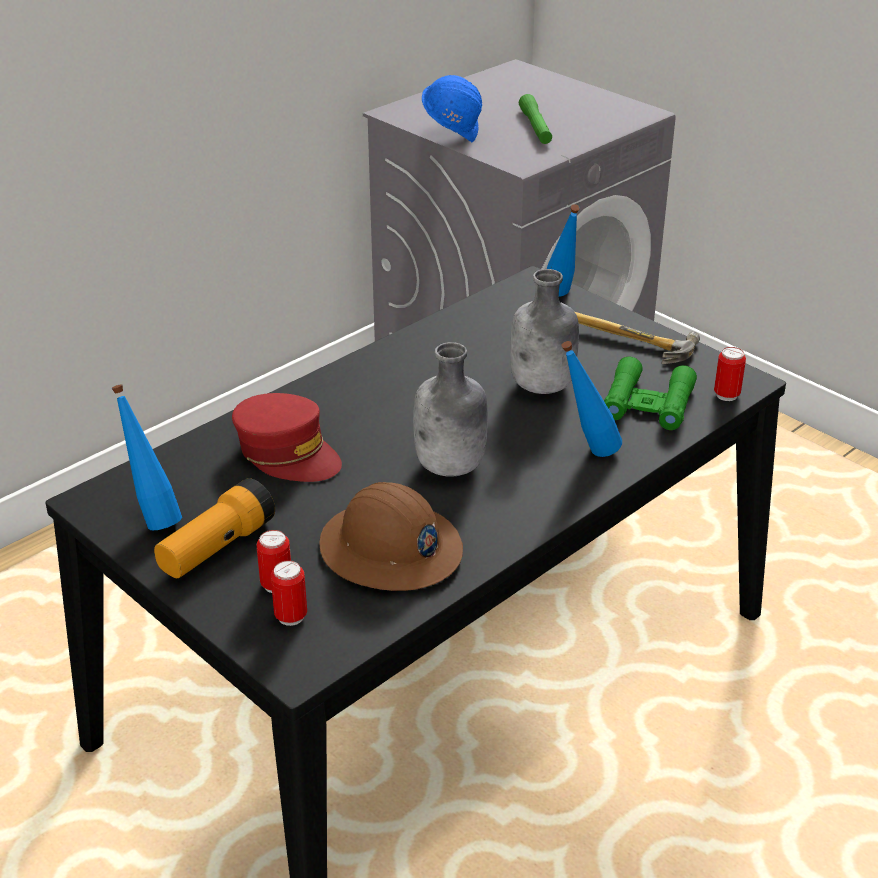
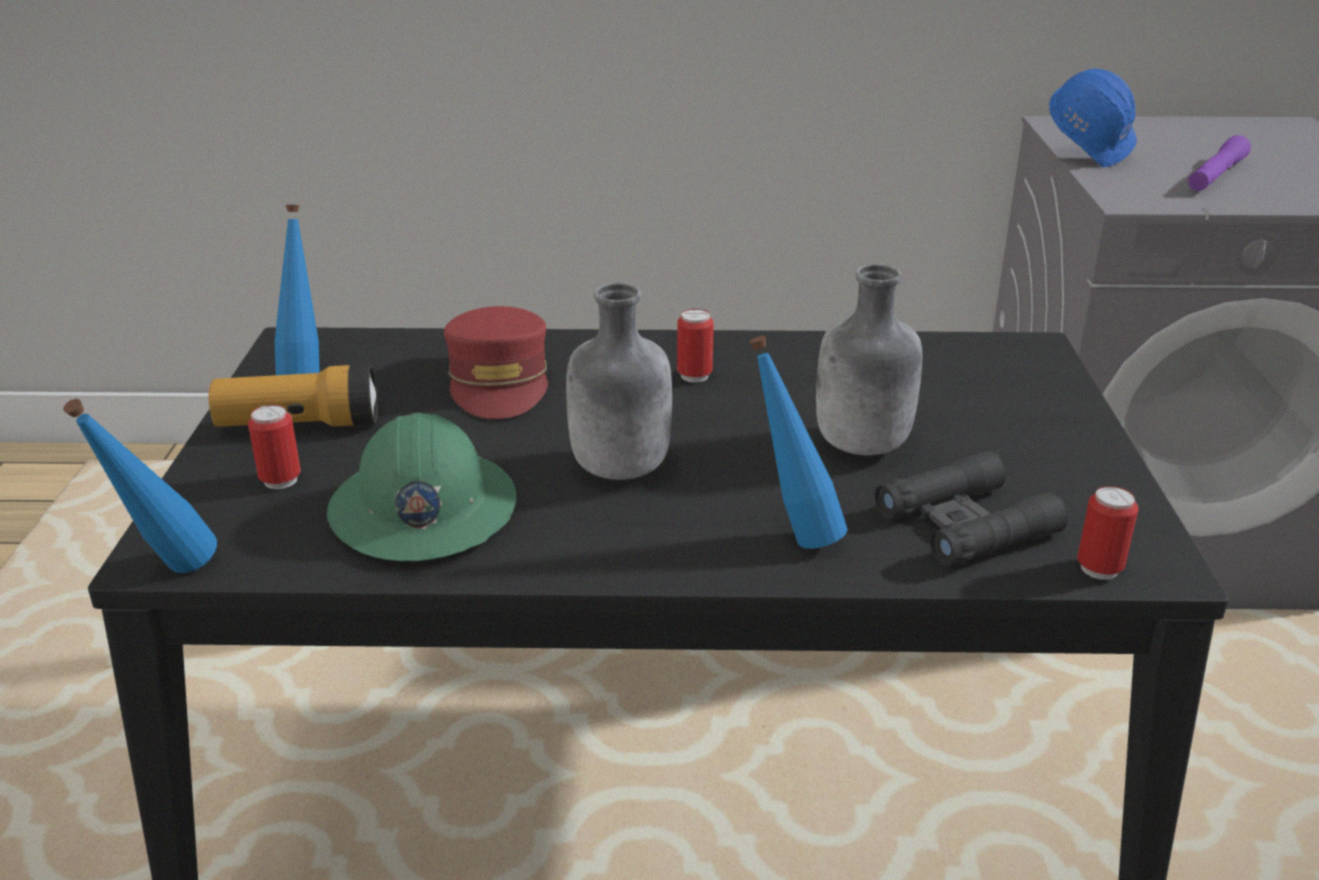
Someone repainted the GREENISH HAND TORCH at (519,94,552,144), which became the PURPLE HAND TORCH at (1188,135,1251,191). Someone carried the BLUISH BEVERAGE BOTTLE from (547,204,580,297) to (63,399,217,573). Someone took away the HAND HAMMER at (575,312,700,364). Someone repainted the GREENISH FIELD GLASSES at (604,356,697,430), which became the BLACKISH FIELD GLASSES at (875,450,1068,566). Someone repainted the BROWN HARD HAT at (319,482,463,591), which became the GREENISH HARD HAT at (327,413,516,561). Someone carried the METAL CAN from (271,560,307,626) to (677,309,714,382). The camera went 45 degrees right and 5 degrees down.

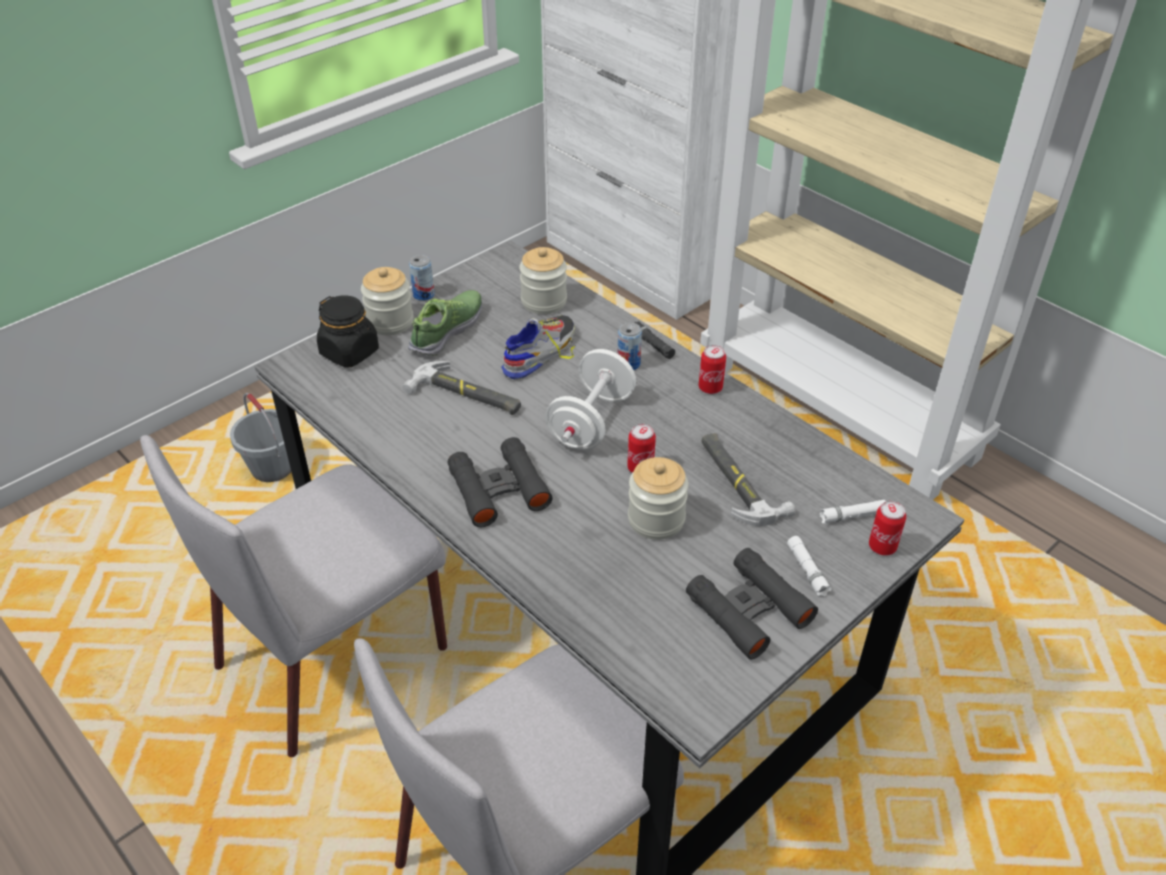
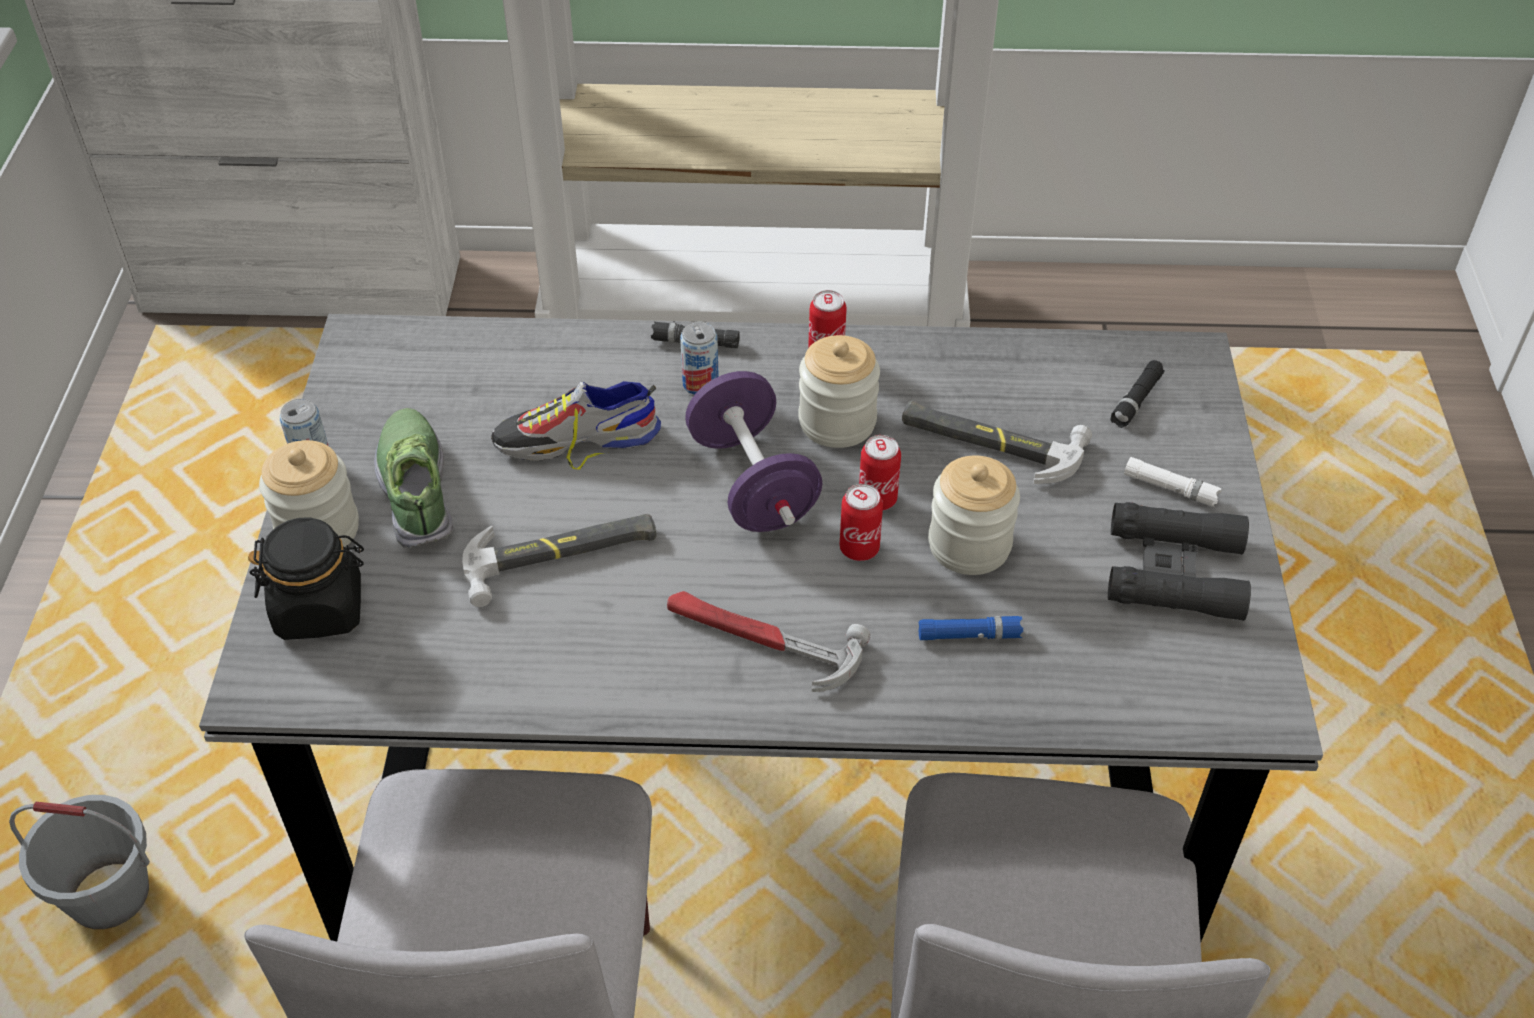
Someone carried the PRESERVE JAR from (519,247,567,314) to (798,335,880,448). Someone rotated the SHOE at (501,315,575,380) by 90 degrees counterclockwise. Someone repainted the WHITE HAND WEIGHT at (545,349,636,450), which became the PURPLE HAND WEIGHT at (685,371,823,532). Someone swapped the BLACKISH FIELD GLASSES at (448,437,552,527) for the HAND HAMMER at (667,591,870,692). Someone repainted the WHITE HAND TORCH at (820,500,886,523), which became the BLACKISH HAND TORCH at (1110,360,1165,428). Someone carried the METAL CAN from (869,501,906,556) to (840,484,883,561). Someone put down the BLUISH HAND TORCH at (919,616,1023,640). The camera went 45 degrees left and 5 degrees up.

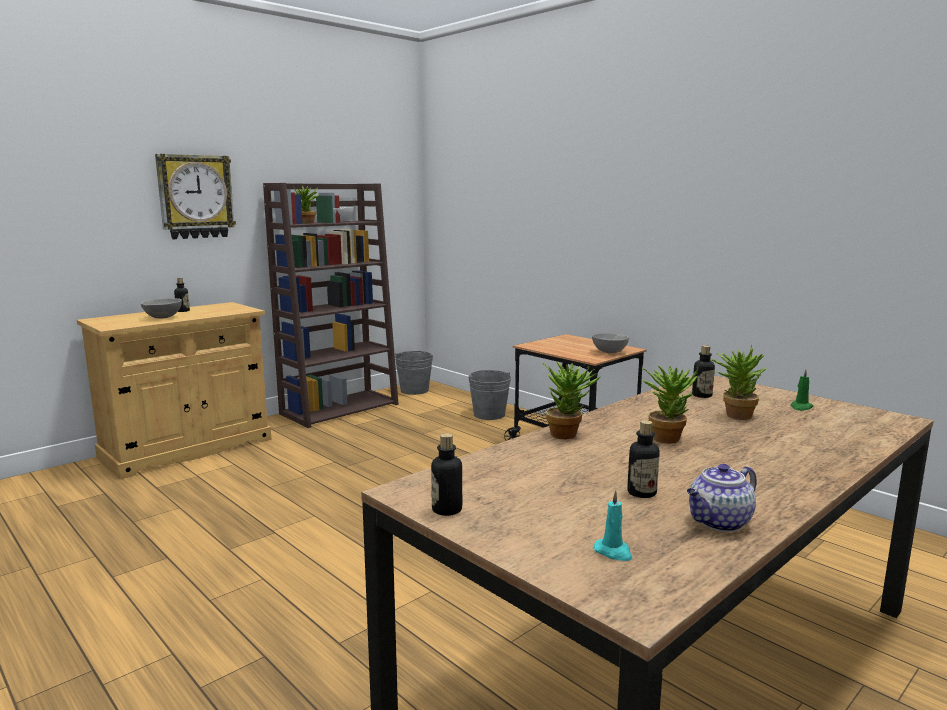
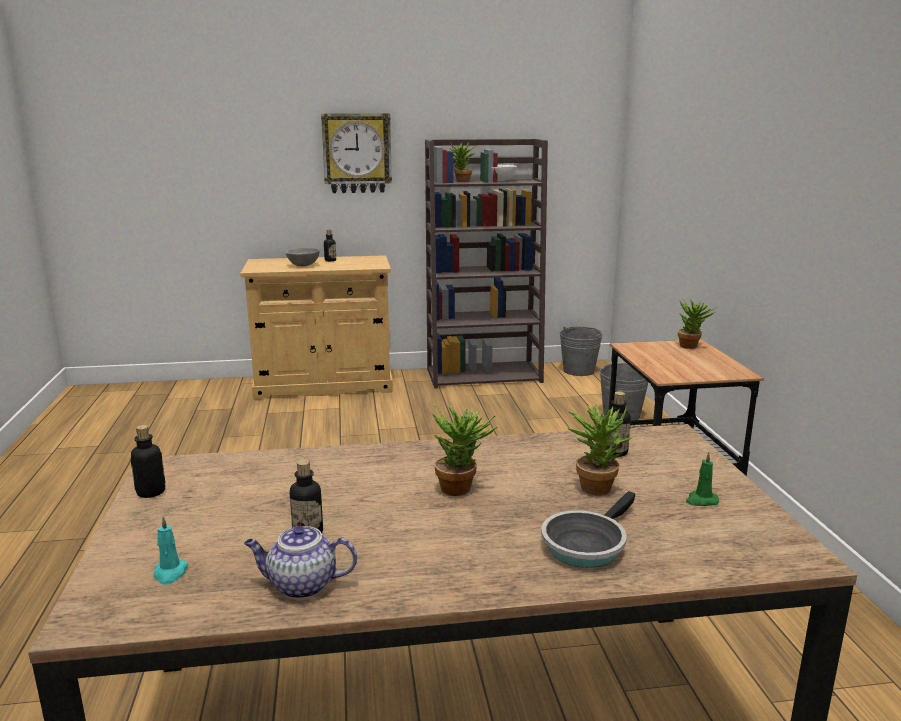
Someone took away the GRAY SERVING BOWL at (592,333,629,353). Someone carried the HOUSEPLANT from (542,362,600,439) to (678,298,717,349). Someone put down the SKILLET at (541,491,636,568). The camera went 35 degrees right and 5 degrees up.

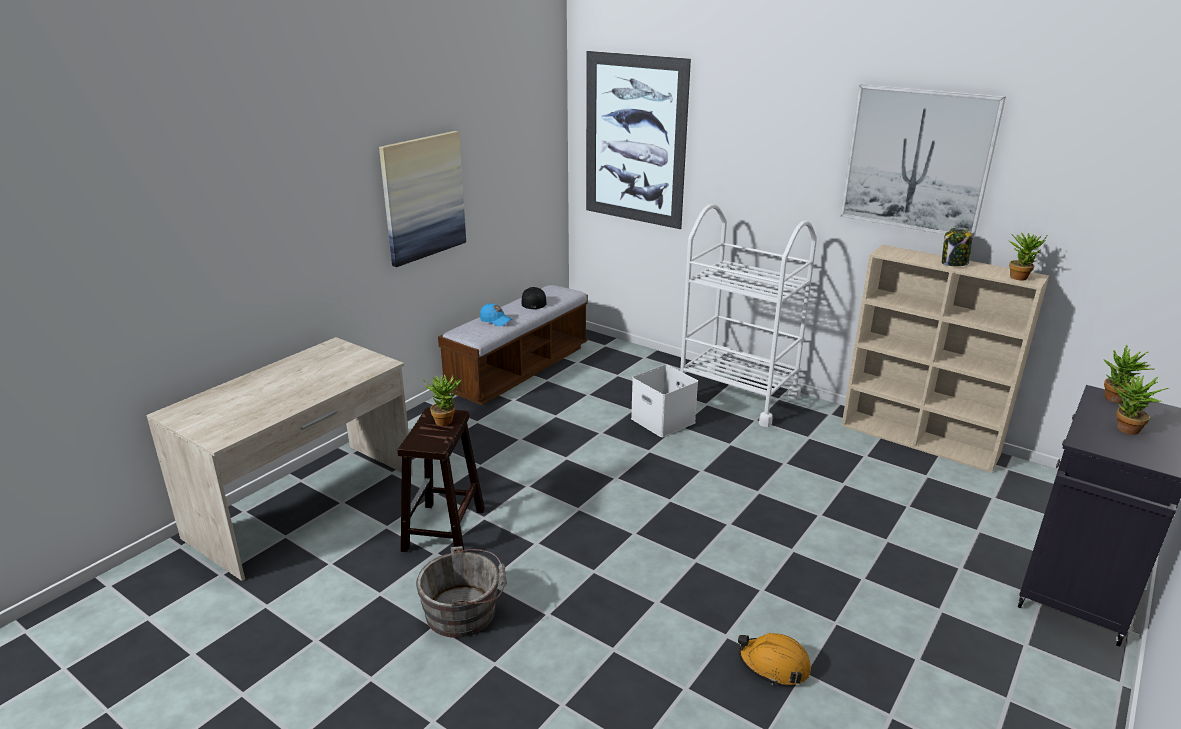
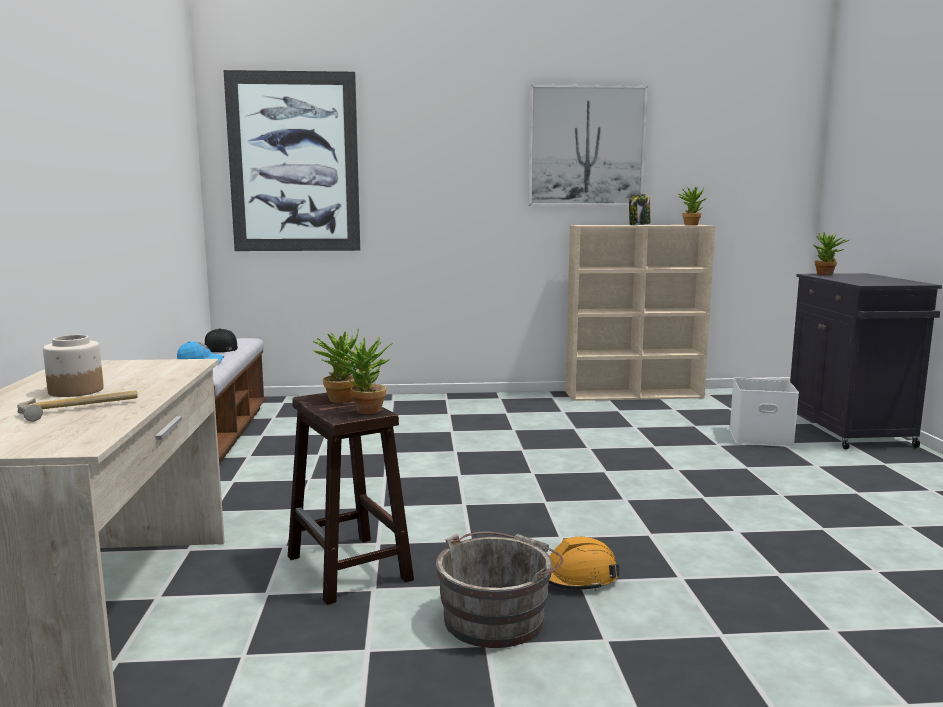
Someone took away the WALL ART at (379,131,466,267). Someone took away the WHITE CART at (678,204,817,427). Someone carried the WHITE STORAGE CONTAINER from (631,364,698,438) to (729,377,799,447). Someone carried the HOUSEPLANT from (1113,371,1170,435) to (334,337,393,414). Someone carried the ORANGE HARD HAT from (738,633,811,685) to (549,537,620,591). Someone put down the PRESERVE JAR at (43,335,104,397). Someone put down the HAND HAMMER at (17,391,138,422). The camera went 40 degrees left and 15 degrees down.

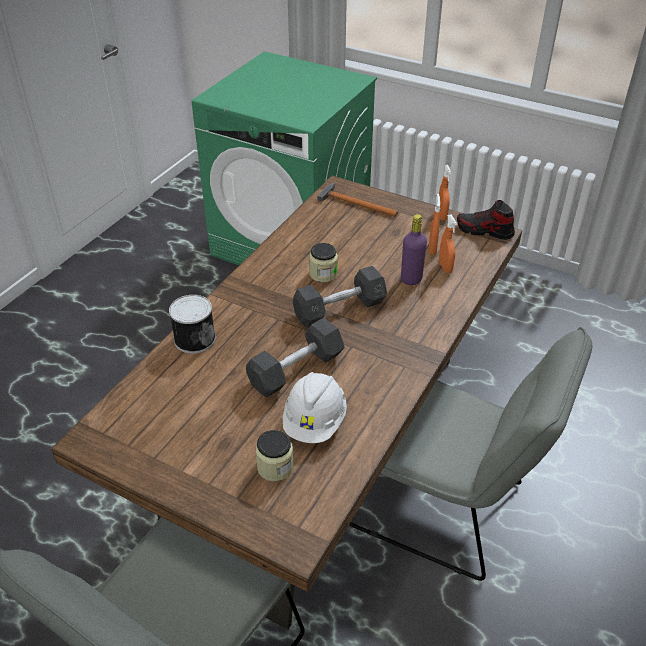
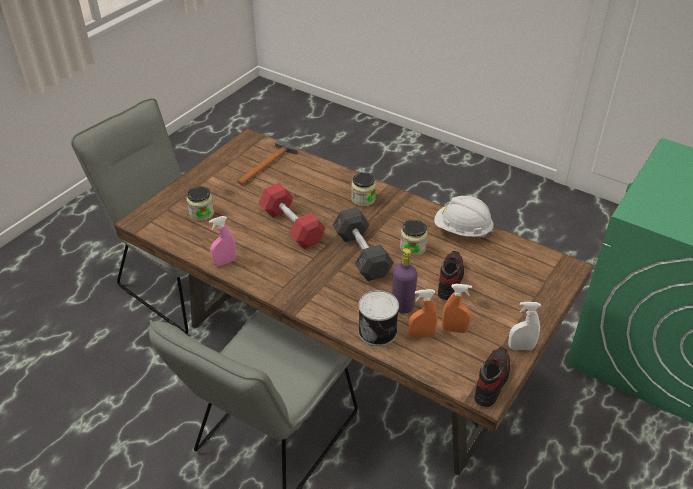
Someone repainted the ORANGE SPRAYER at (439,165,451,220), which became the WHITE SPRAYER at (508,302,541,350). Someone carried the HAND HAMMER from (317,182,398,217) to (237,140,298,185). Someone carried the METAL CAN from (169,295,216,354) to (358,290,399,346). Someone repainted the GRAY HAND WEIGHT at (246,318,345,398), which became the RED HAND WEIGHT at (259,183,325,249). Someone carried the WHITE HARD HAT from (283,372,347,443) to (434,196,494,238). Someone put down the PRESERVE JAR at (351,172,376,207). Someone put down the PINKISH SPRAYER at (209,216,236,266). Someone put down the SHOE at (438,251,464,300). The camera went 95 degrees right and 0 degrees up.

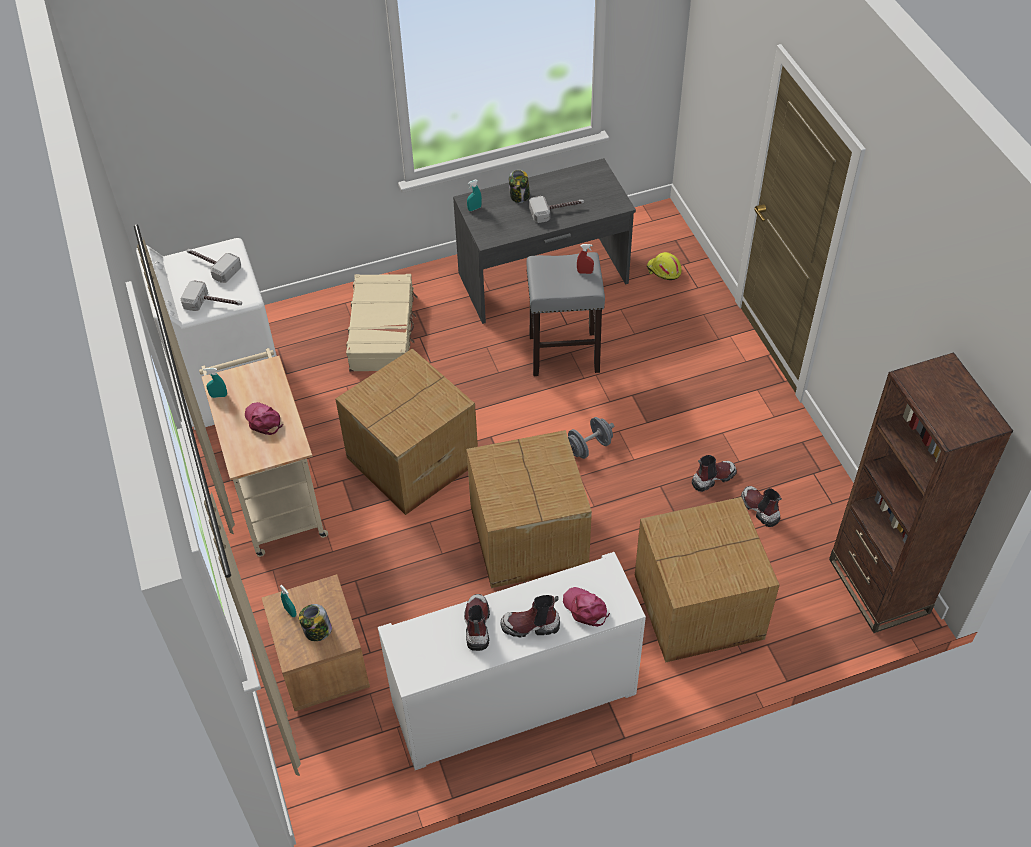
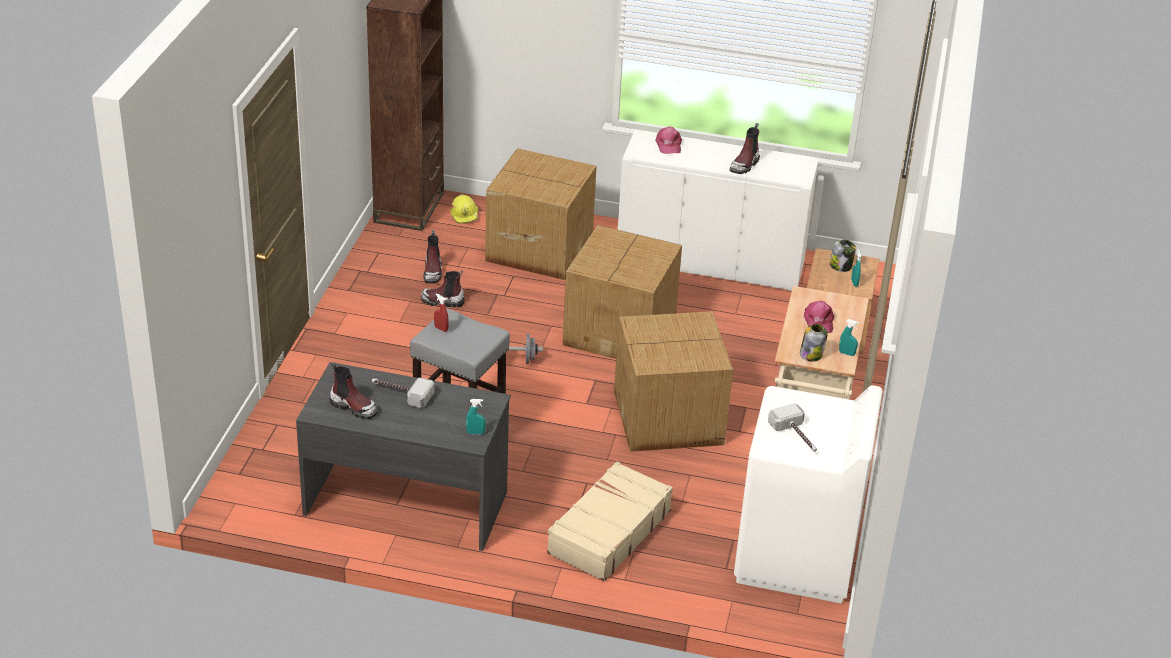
Someone carried the PRESERVE JAR from (509,170,530,203) to (800,324,828,362). Someone carried the YELLOW HARD HAT from (647,252,682,280) to (450,194,479,224). Someone took away the HAND HAMMER at (180,281,242,311). Someone carried the TALL BOOT from (501,595,560,637) to (330,362,377,419). The camera went 150 degrees left and 15 degrees down.

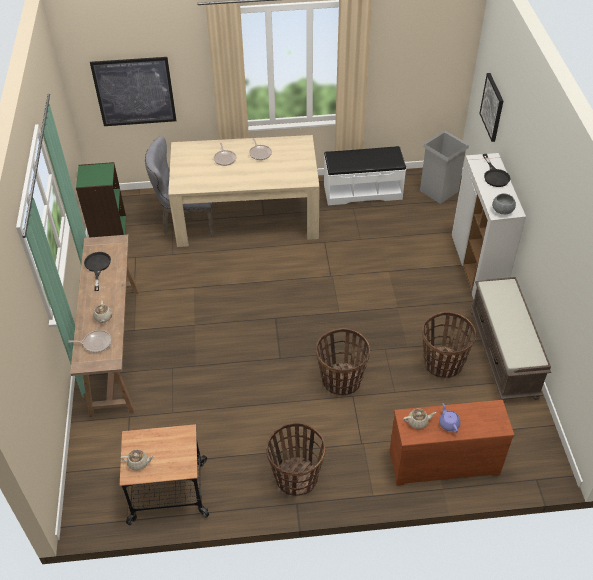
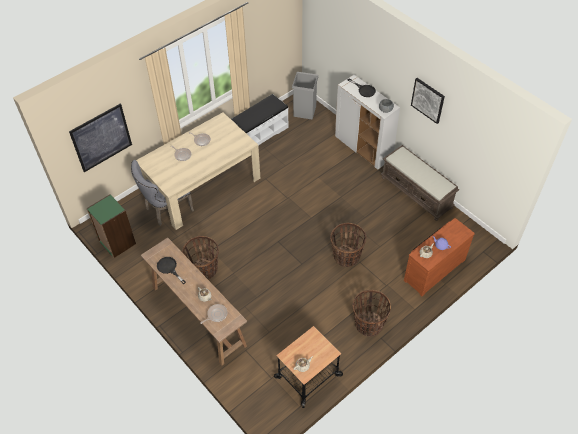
Someone carried the WALL ART from (480,73,503,142) to (411,78,445,124). Someone carried the STORAGE BASKET from (422,312,476,378) to (182,236,219,280). The camera went 35 degrees left and 5 degrees up.

